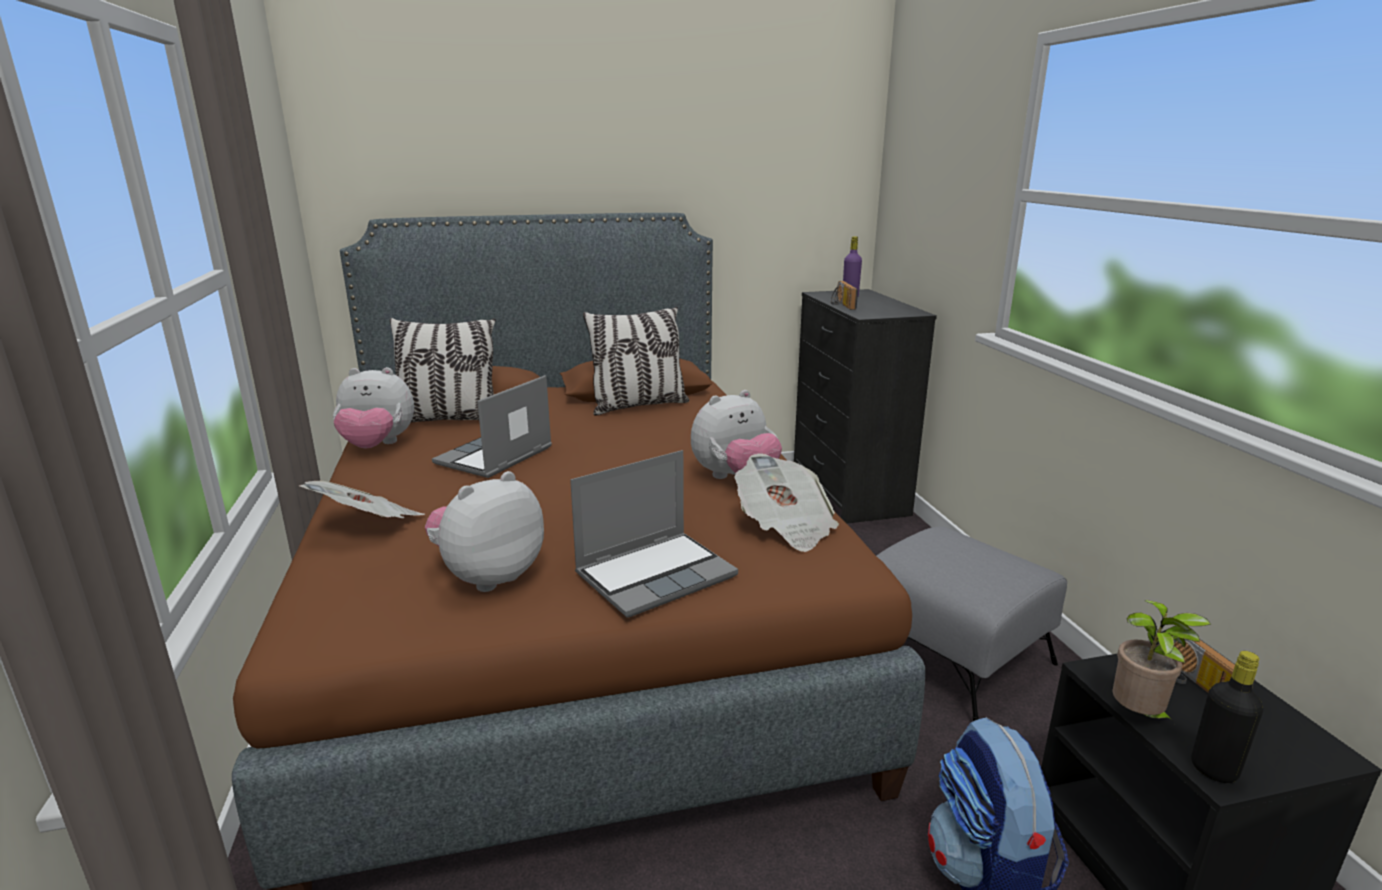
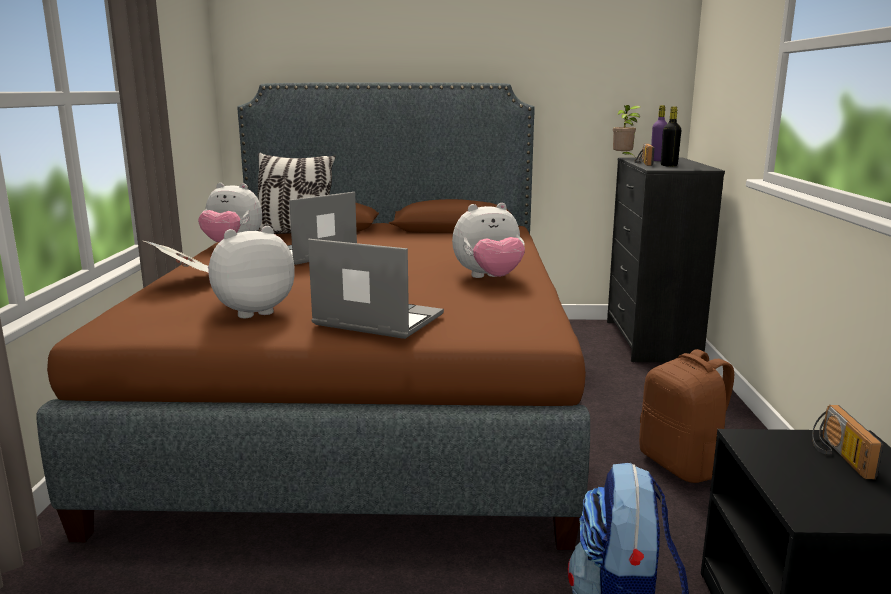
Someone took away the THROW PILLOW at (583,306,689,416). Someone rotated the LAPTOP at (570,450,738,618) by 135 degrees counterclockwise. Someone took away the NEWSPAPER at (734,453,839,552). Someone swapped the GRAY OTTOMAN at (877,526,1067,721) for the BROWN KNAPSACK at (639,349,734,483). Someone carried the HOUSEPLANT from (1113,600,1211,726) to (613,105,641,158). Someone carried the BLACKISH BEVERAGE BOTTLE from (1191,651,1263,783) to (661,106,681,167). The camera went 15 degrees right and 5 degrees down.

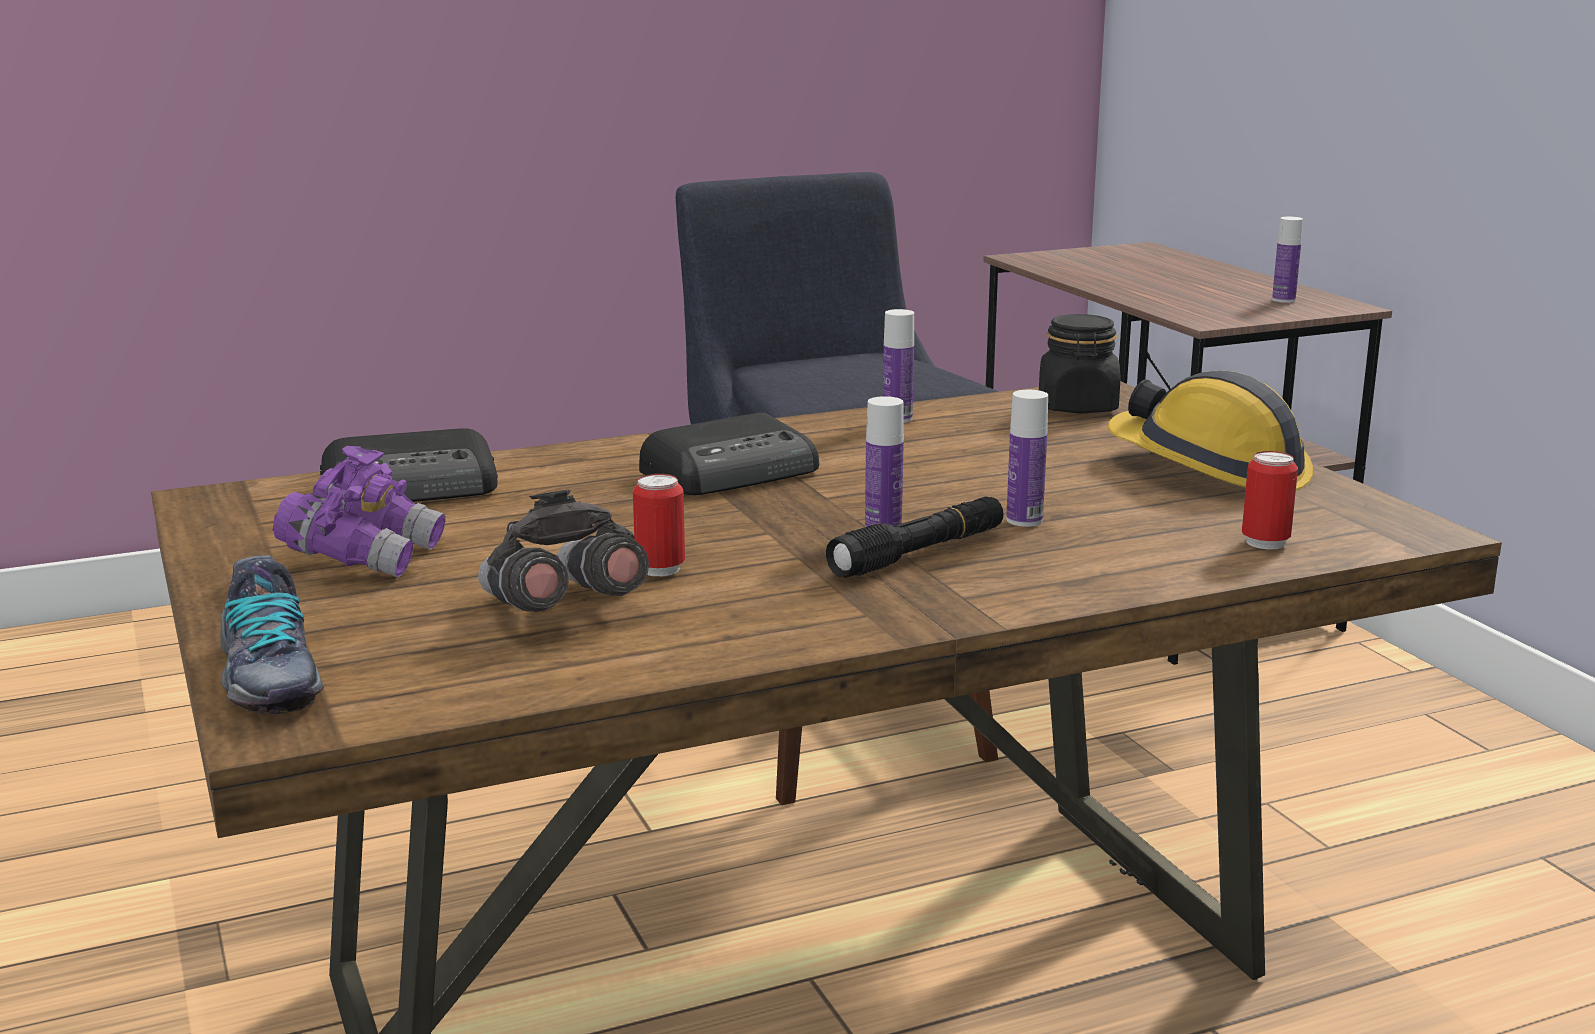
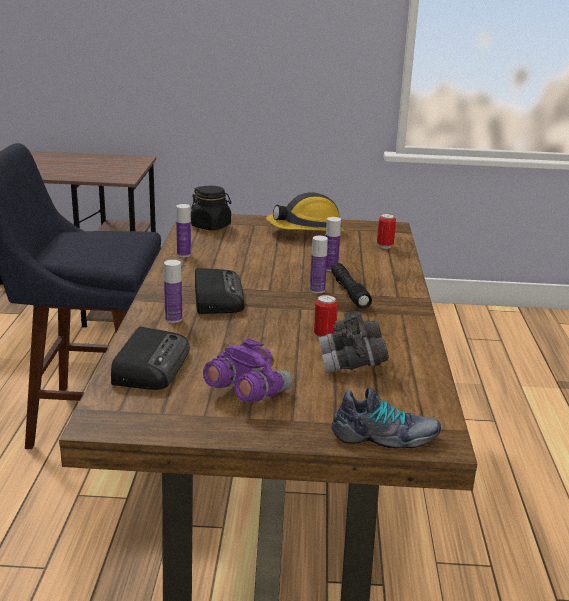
Someone carried the BEVERAGE BOTTLE from (1272,217,1303,303) to (164,260,182,323). The camera went 65 degrees left and 5 degrees up.

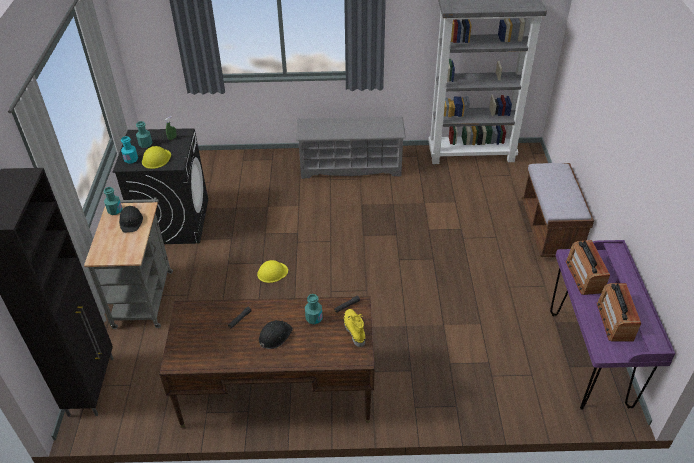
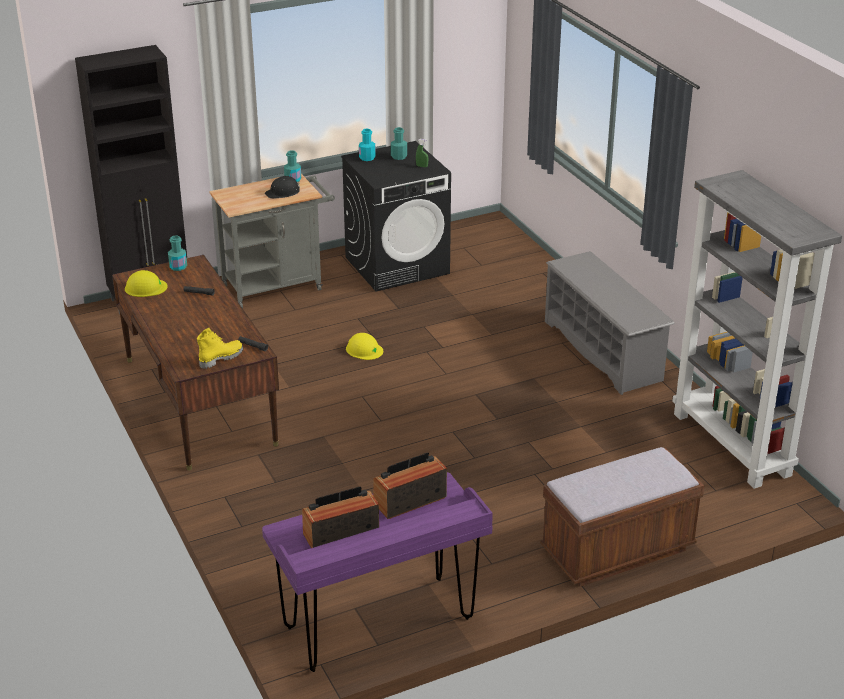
Someone carried the YELLOW HARD HAT from (142,146,171,169) to (125,270,168,297). Someone carried the TURQUOISE-COLOURED BEVERAGE BOTTLE from (305,294,323,325) to (168,235,187,271). Someone took away the BLACKISH HARD HAT at (259,320,293,349). The camera went 65 degrees right and 10 degrees down.

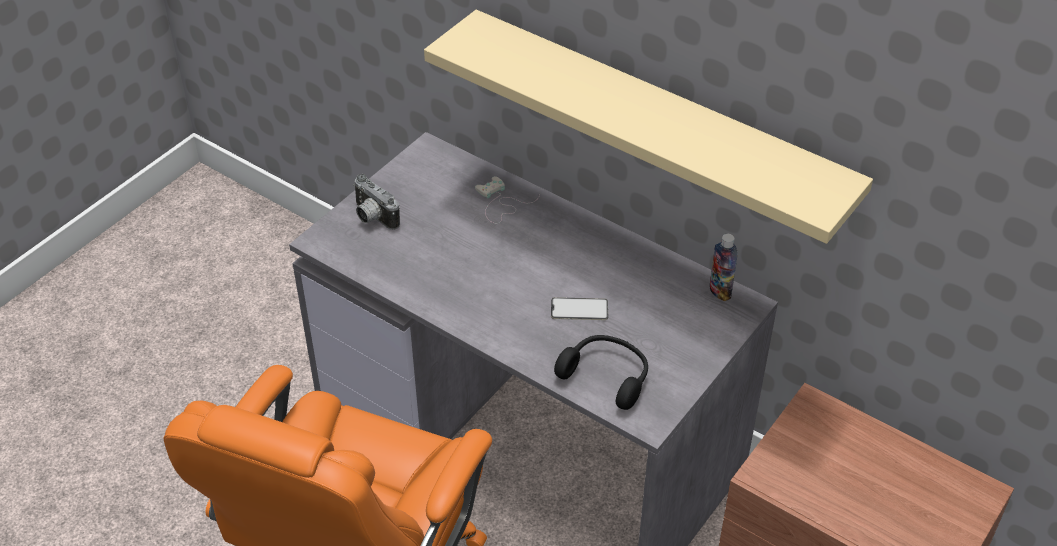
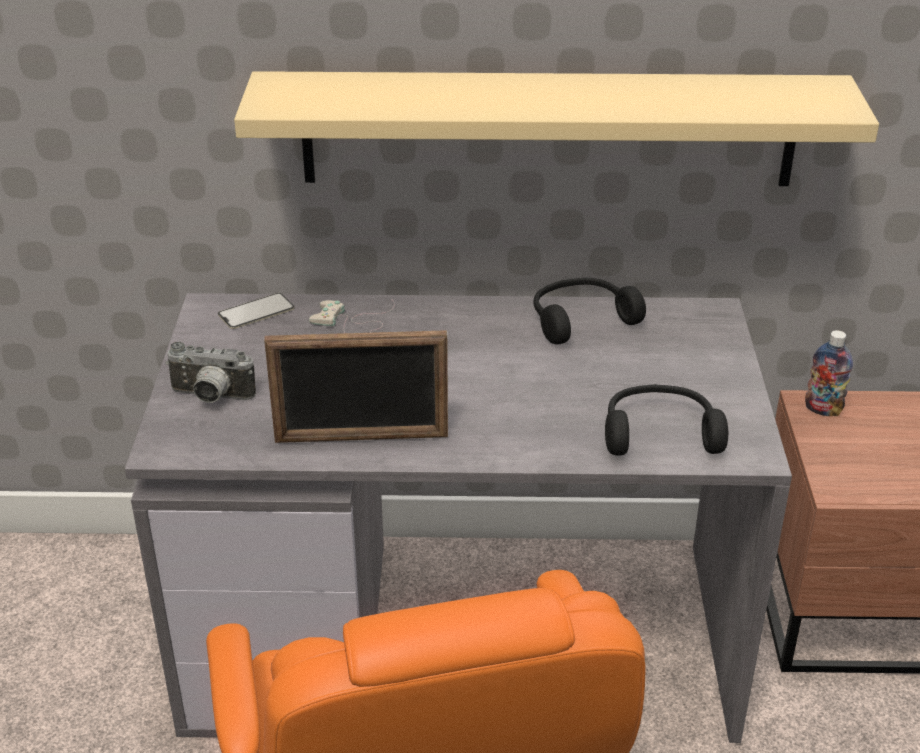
Someone carried the BEVERAGE BOTTLE from (709,234,738,301) to (805,330,853,416). Someone carried the HANDSET from (551,297,608,320) to (218,293,294,329). Someone put down the BLACKISH PAIR OF HEADPHONES at (534,278,646,344). Someone put down the PHOTO FRAME at (264,330,448,443). The camera went 35 degrees left and 10 degrees down.

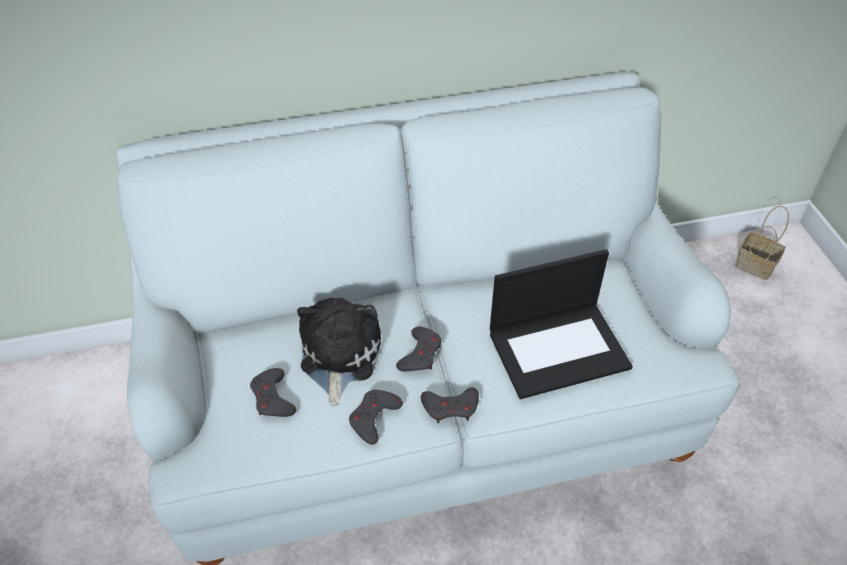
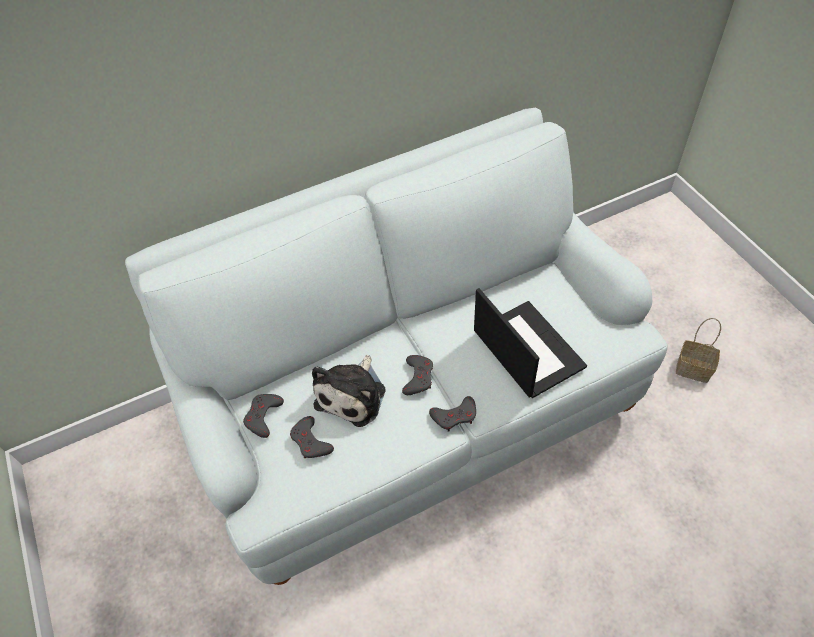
Someone carried the STORAGE BASKET from (735,206,789,280) to (676,318,721,383). Someone rotated the LAPTOP at (490,249,633,399) by 90 degrees counterclockwise. Someone rotated the CUDDLY TOY at (297,297,381,406) by 150 degrees counterclockwise. Someone carried the GRAY GAMEPAD from (349,390,403,445) to (243,394,284,438). The camera went 10 degrees left and 5 degrees up.

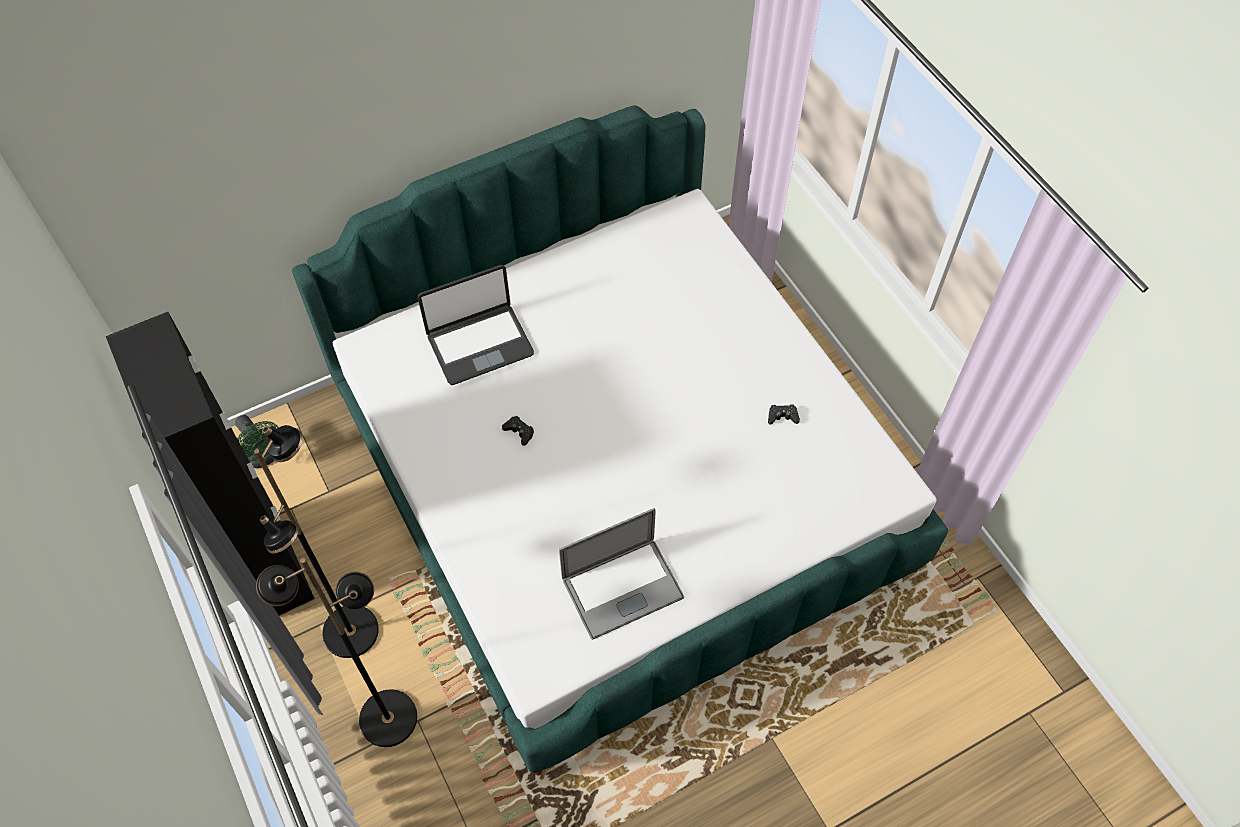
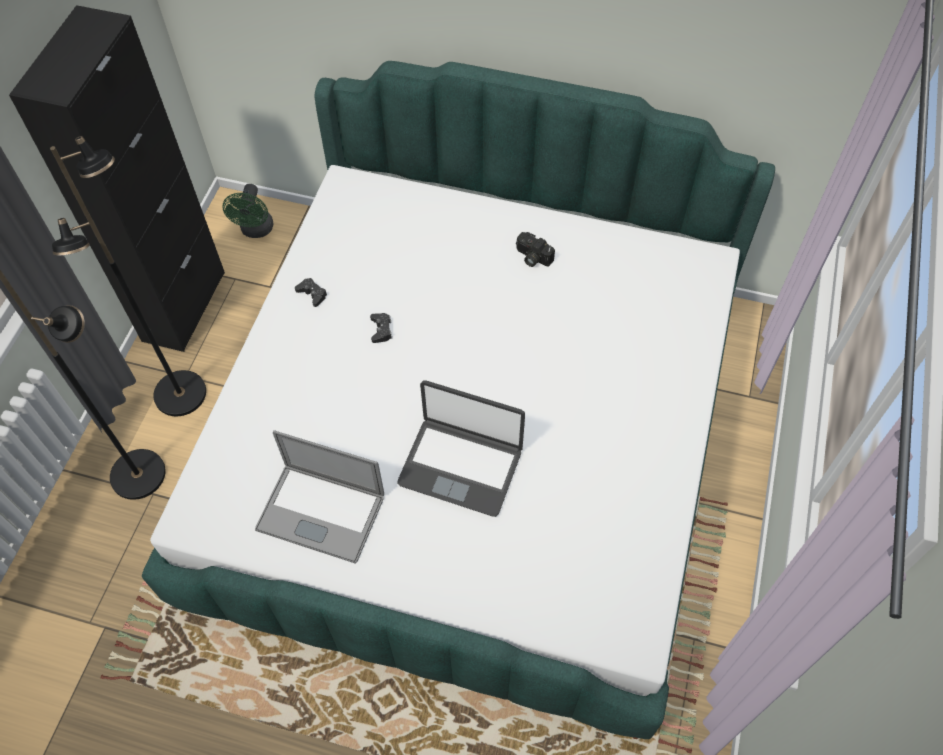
Someone carried the LAPTOP from (418,265,534,385) to (398,380,525,517). Someone carried the BLACKISH GAMEPAD from (768,404,800,424) to (295,278,327,307). Someone put down the PHOTO CAMERA at (516,232,555,267). The camera went 45 degrees right and 0 degrees up.

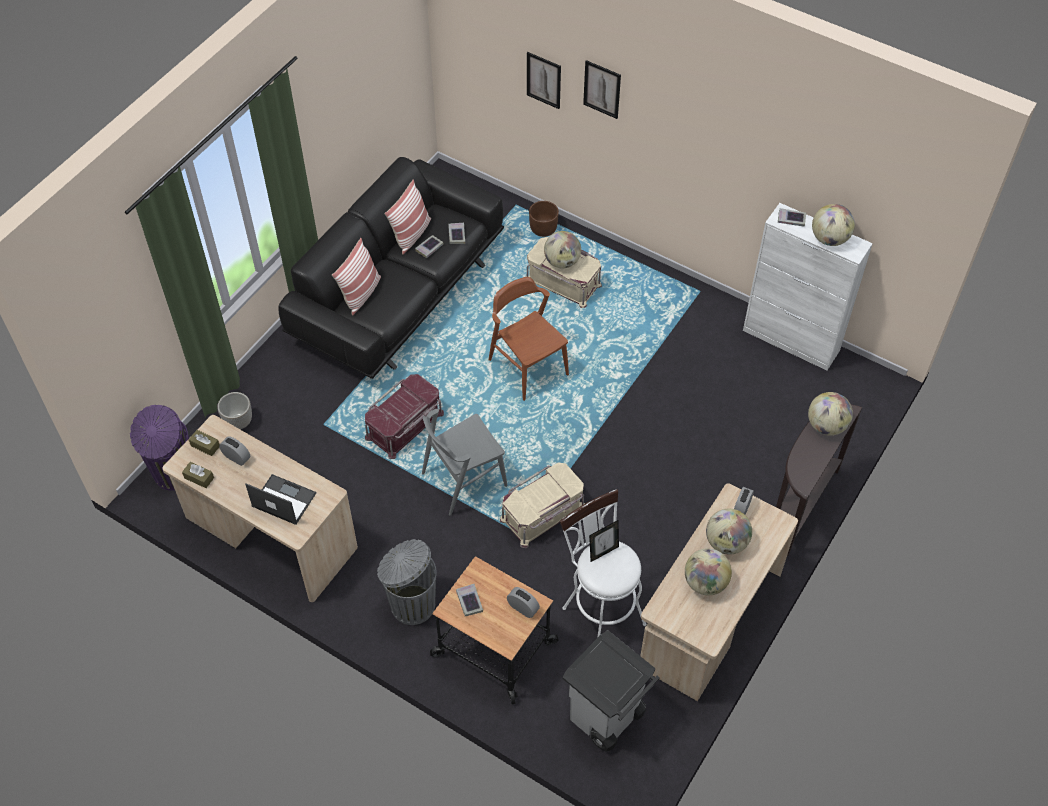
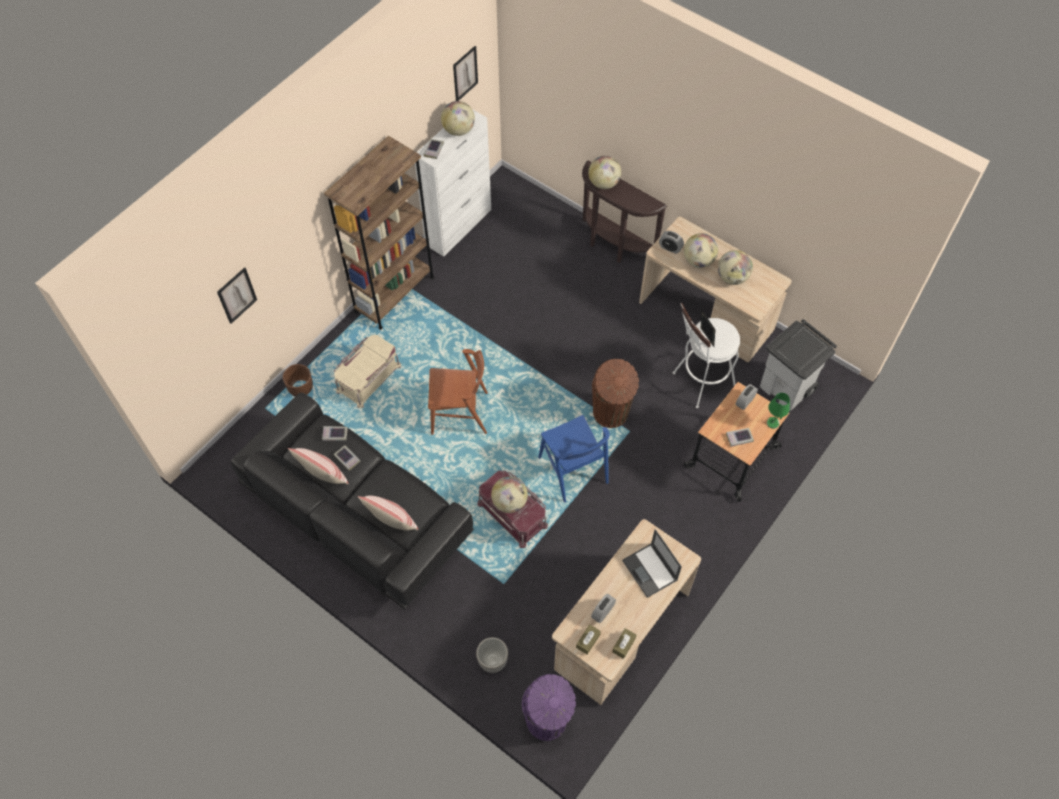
Someone carried the WALL ART from (583,60,621,119) to (453,46,478,101). Someone carried the WORLD GLOBE from (544,231,581,268) to (491,476,528,513). Someone rotated the BROWN UPRIGHT CHAIR at (489,277,569,401) by 150 degrees counterclockwise. Someone repainted the GRAY UPRIGHT CHAIR at (422,409,507,516), which became the BLUISH UPRIGHT CHAIR at (538,415,610,503). Someone swapped the BEIGE-COLOURED STORAGE CONTAINER at (500,463,585,548) for the BROWN WASTE BIN at (592,359,639,428). Someone rotated the LAPTOP at (245,474,317,525) by 60 degrees counterclockwise. Someone took away the GRAY WASTE BIN at (377,539,437,625). Someone put down the BROWN BOOKCASE at (324,136,434,330). Someone put down the GREENISH TABLE LAMP at (767,393,790,429). The camera went 85 degrees left and 5 degrees up.

